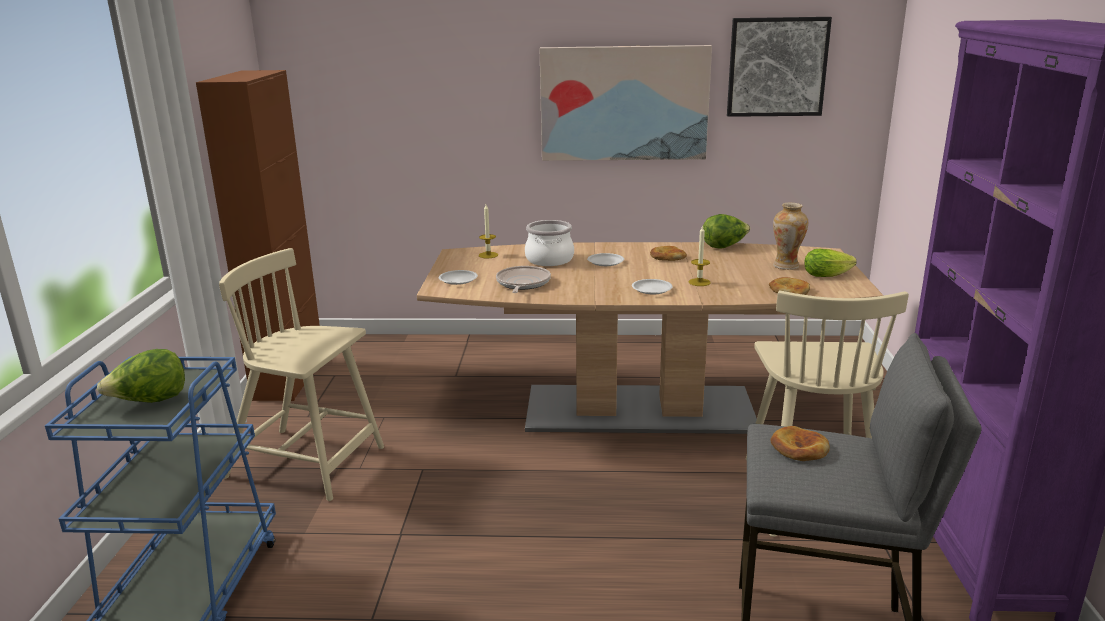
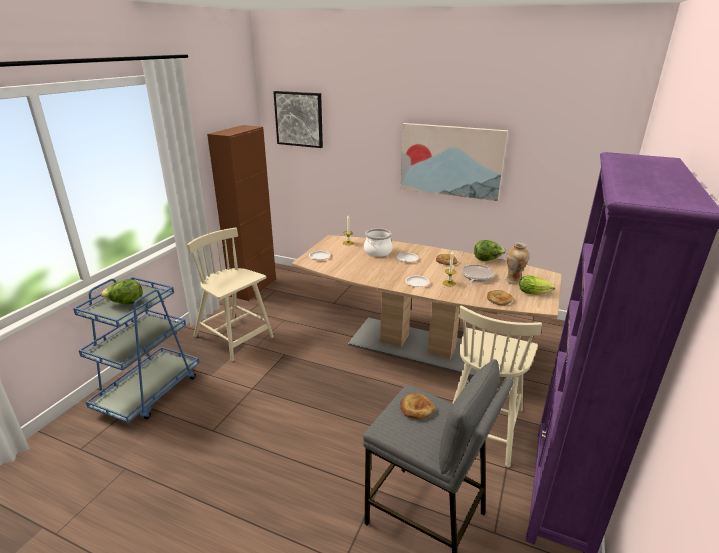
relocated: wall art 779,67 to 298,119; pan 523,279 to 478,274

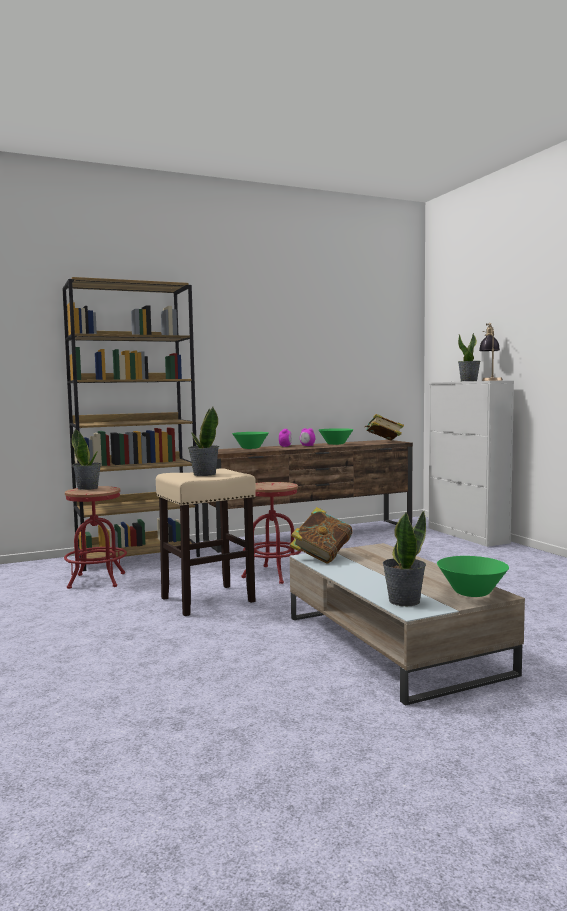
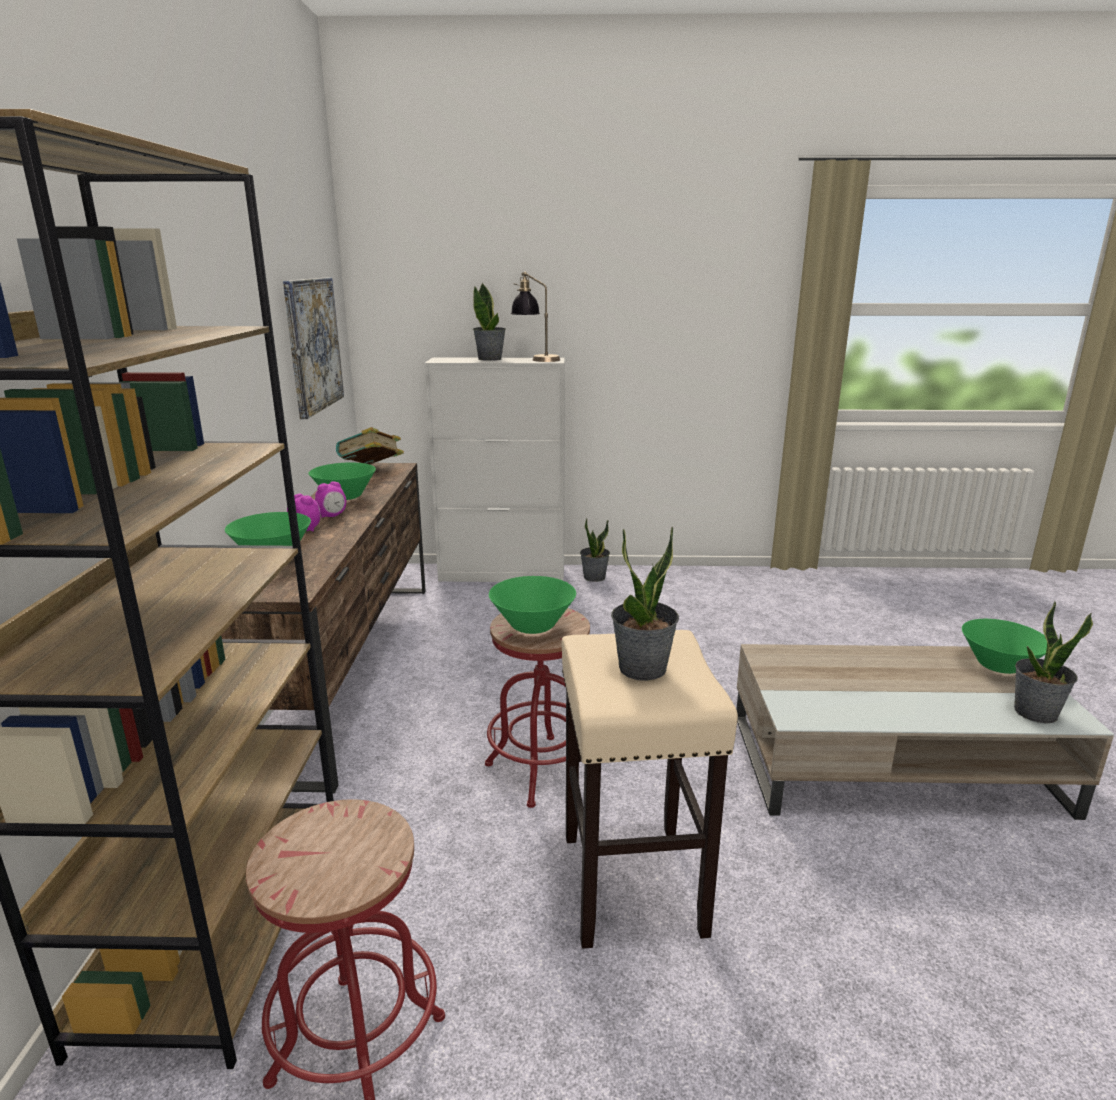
missing: bound book 321,535
appeared: wall art 313,348; greenish bowl 532,605
relocated: plant in a pot 86,459 to 595,550

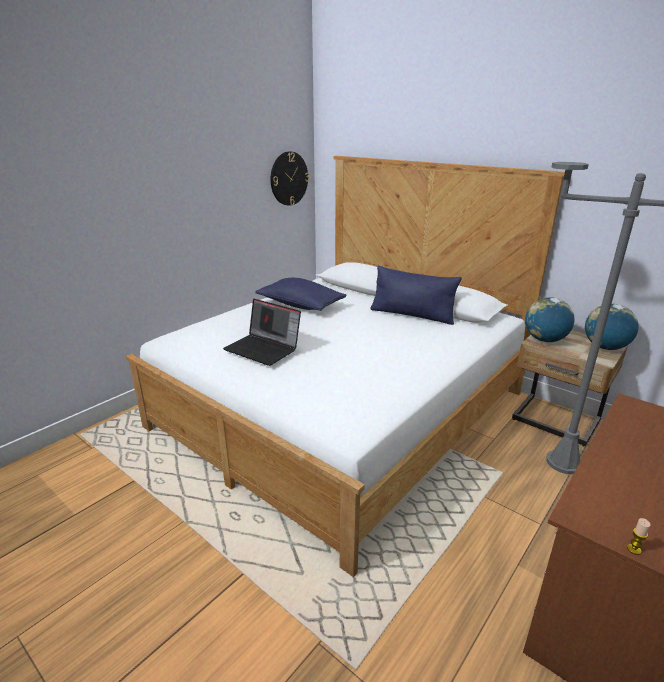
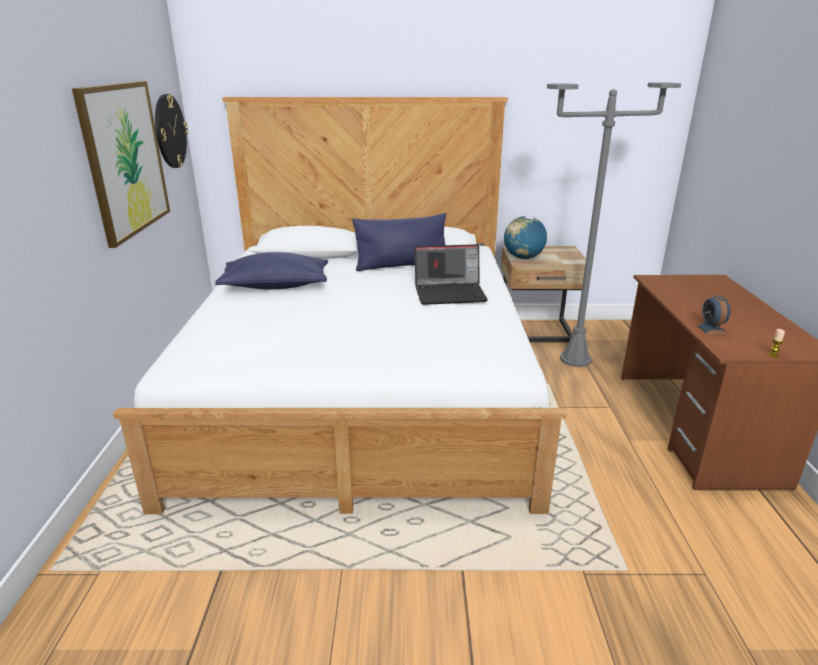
missing: world globe 612,327
appeared: wall art 121,164; bedside clock 713,315
relocated: notebook computer 262,332 to 451,274

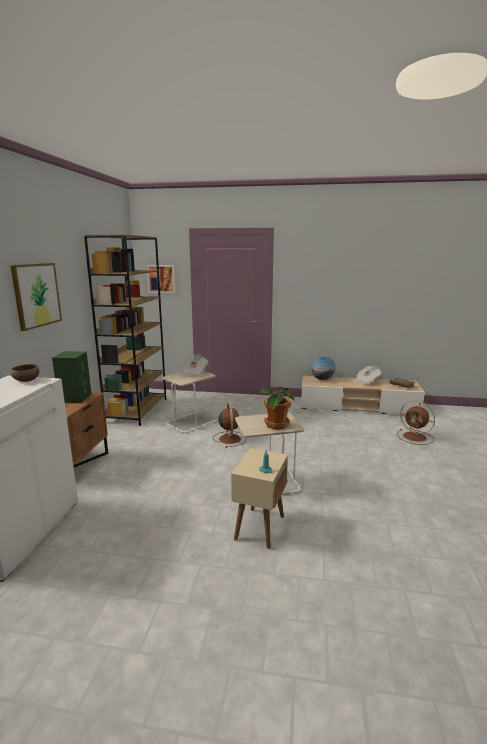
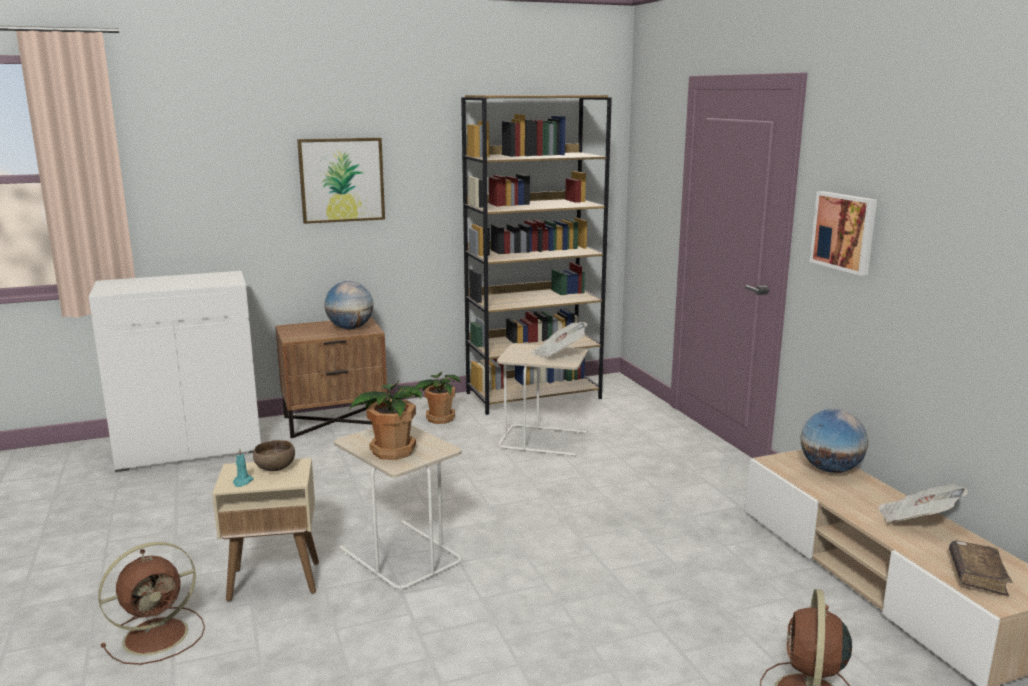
appeared: plant in a pot 438,398
relocated: wall art 161,279 to 843,233; brown-coloured bowl 25,373 to 274,455; brown-coloured electric fan 229,425 to 151,603
exchanged: greenish audio speaker 71,377 to world globe 349,305

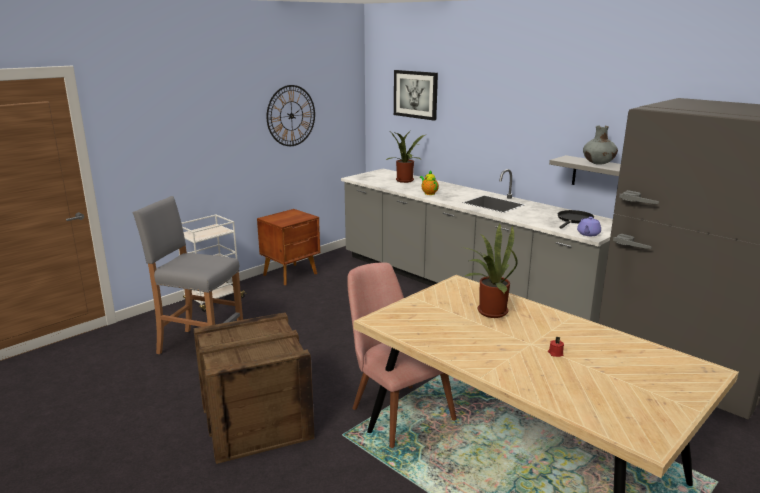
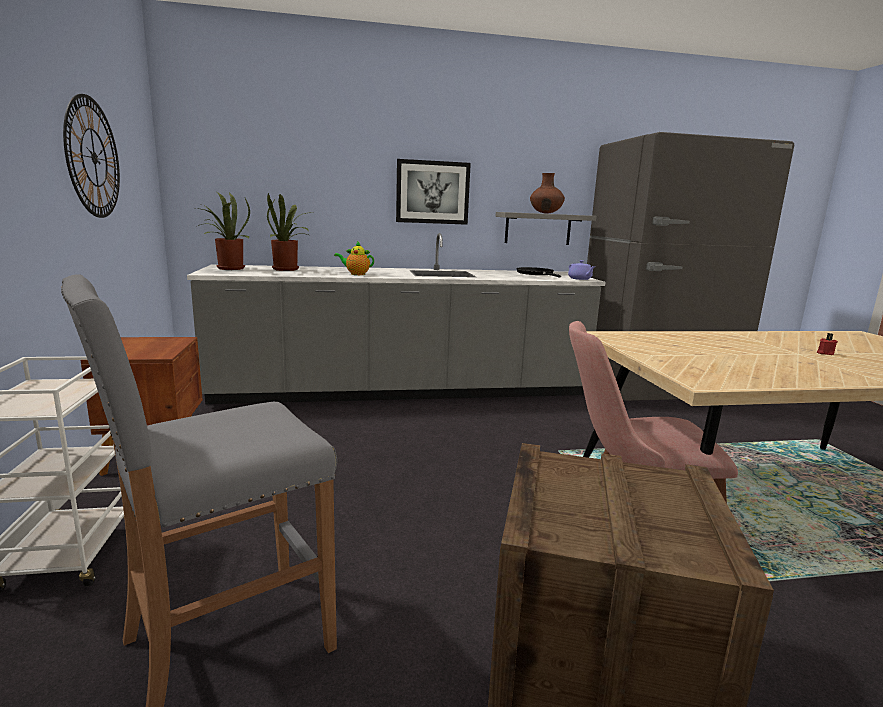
relocated: wall art 416,95 to 433,192; plant in a pot 490,271 to 223,231
colour: grey flower vase 600,145 to brown-coloured flower vase 547,193

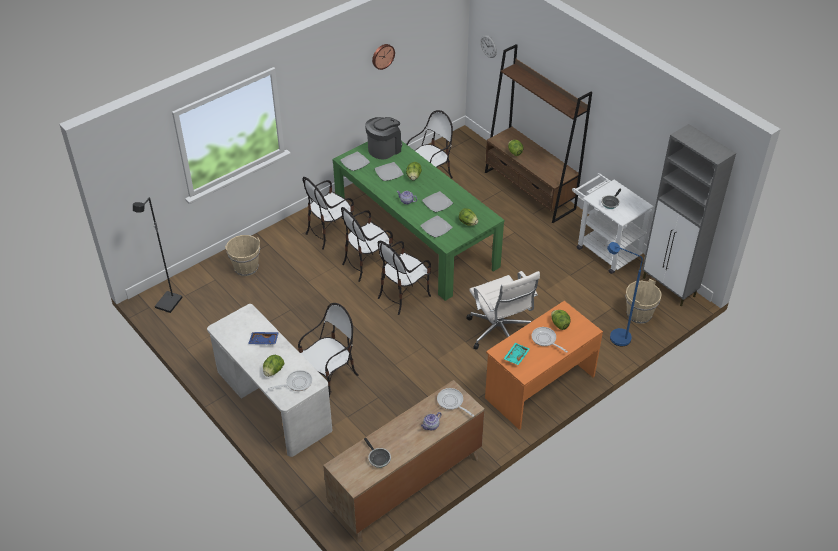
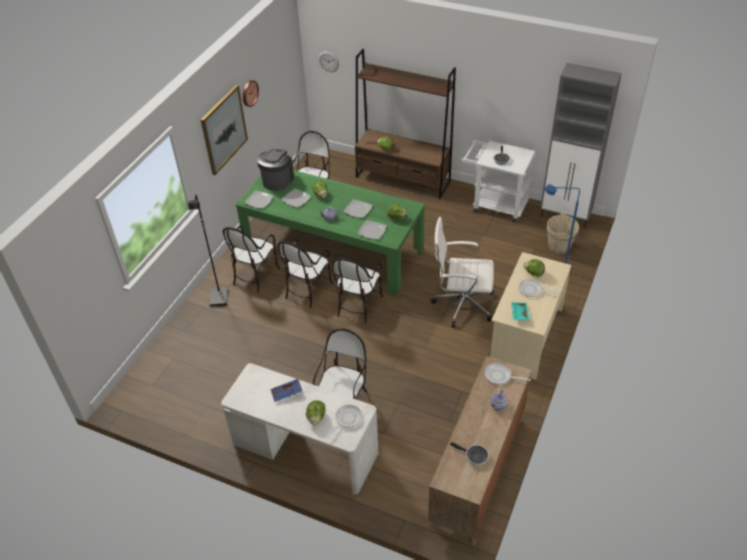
missing: sand-coloured bucket 242,255
appeared: wall art 224,130
relocated: black-coloured floor lamp 158,255 to 208,251
colour: orangey desk 544,365 to sand-coloured desk 530,316
spun: white-coloured computer chair 503,310 = 462,272 150 degrees clockwise

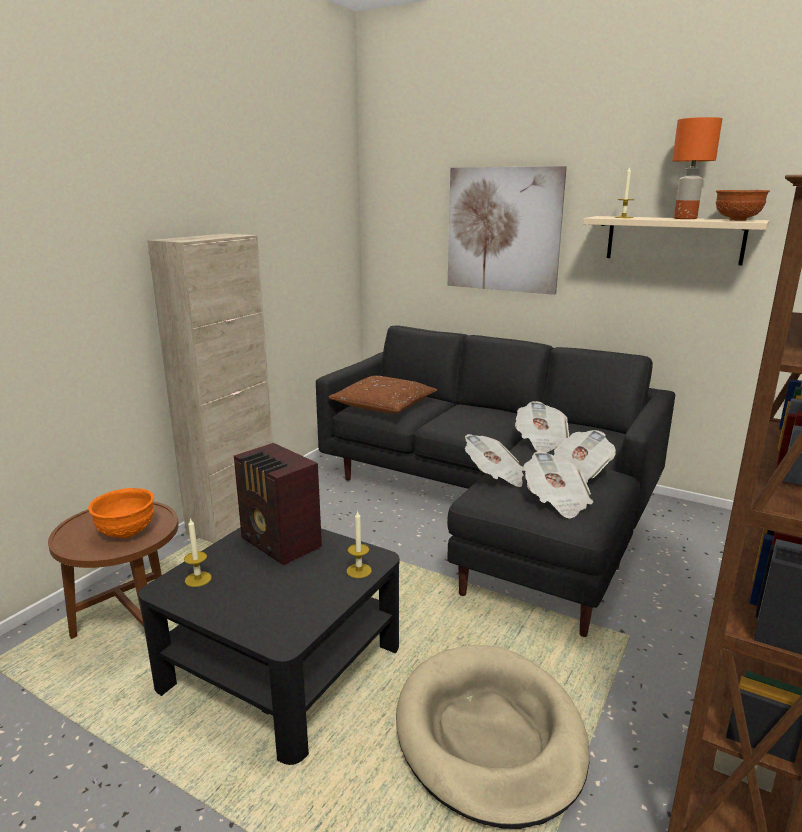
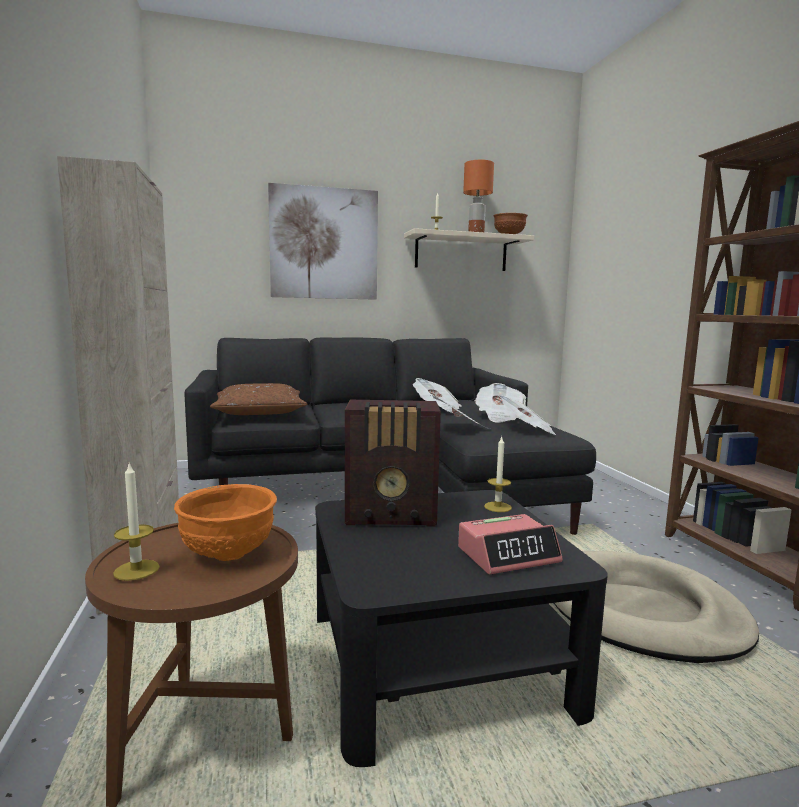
appeared: bedside clock 510,544
relocated: wax light 198,552 to 136,522

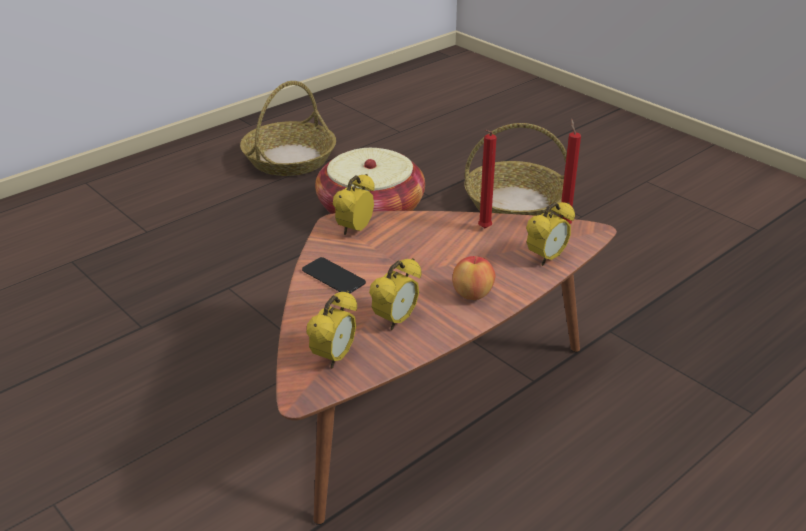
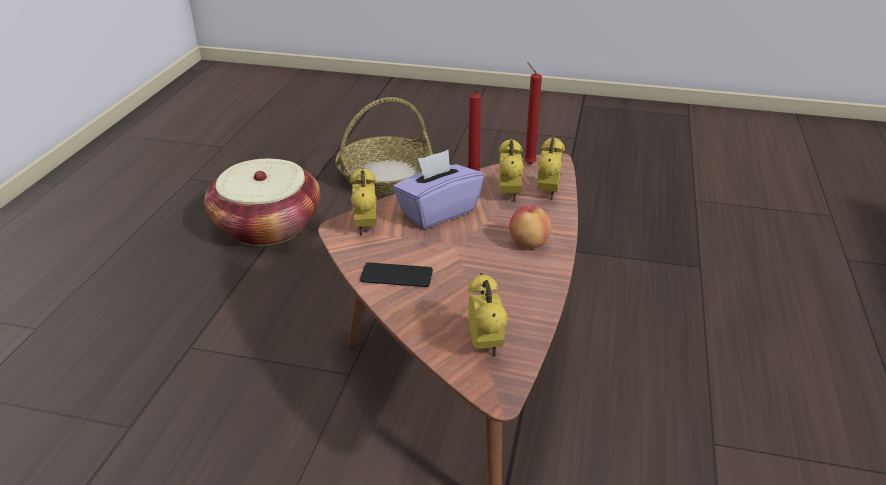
missing: storage basket 288,128
appeared: purple-coloured tissue box 438,189
relocated: bedside clock 395,294 to 511,170

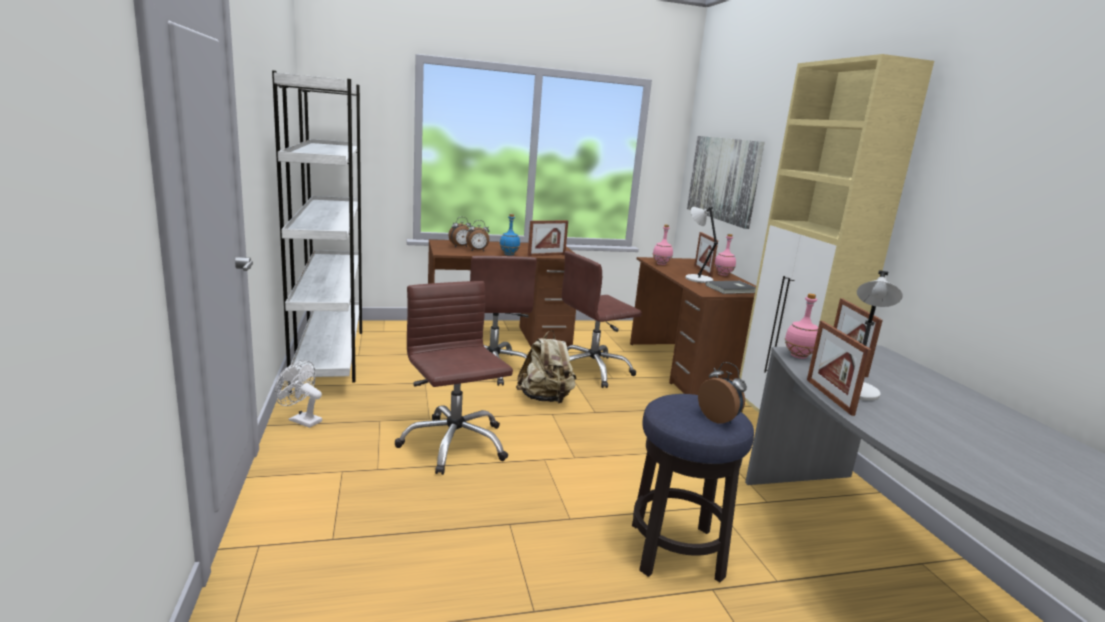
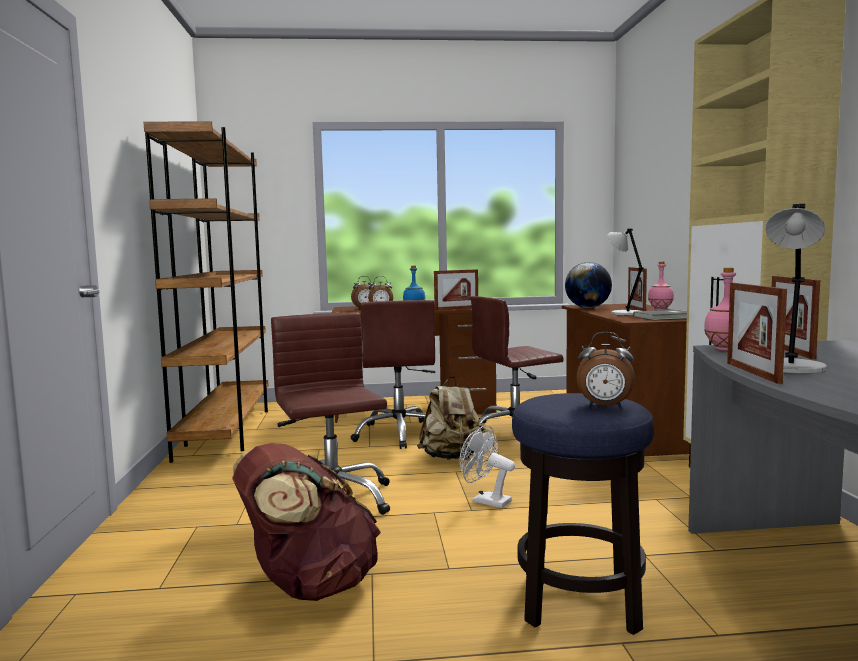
missing: wall art 726,182
appeared: brown-coloured knapsack 306,522
relocated: white-coloured electric fan 298,394 to 487,466
exchanged: pinkish beverage bottle 663,244 to world globe 588,285
colour: white-coloured bookcase 317,232 to brown-coloured bookcase 206,292
spun: bedside clock 722,393 = 606,370 135 degrees clockwise

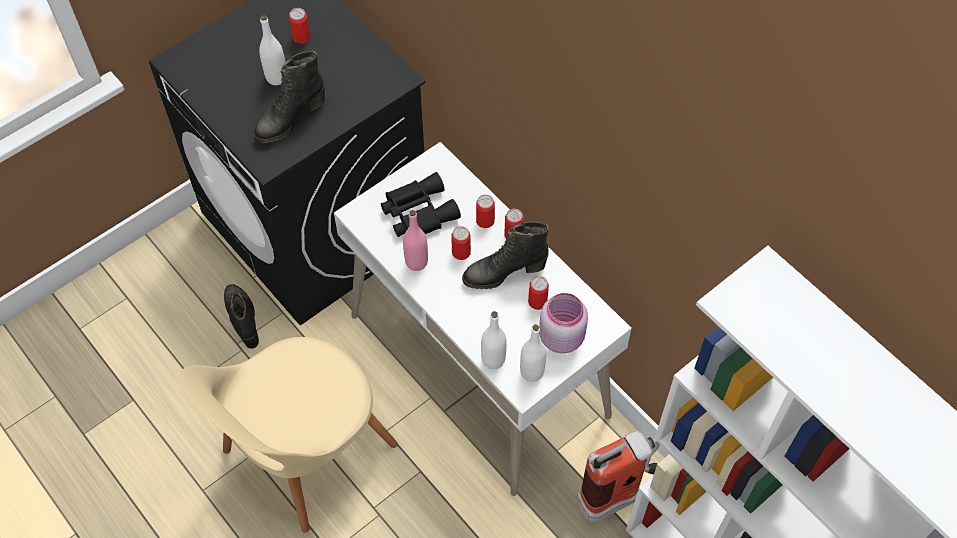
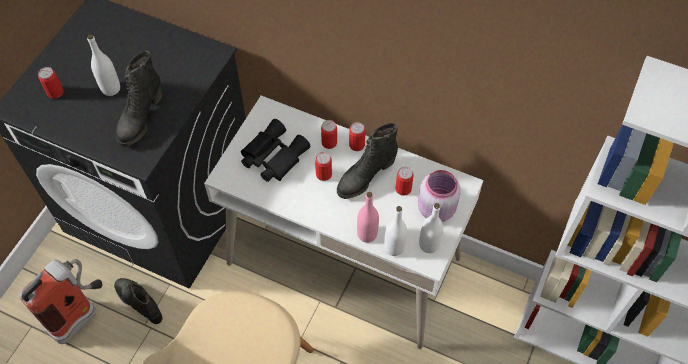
relocated: sealed can 300,26 to 51,83; pinkish beverage bottle 415,240 to 368,217; fire extinguisher 618,476 to 60,301

